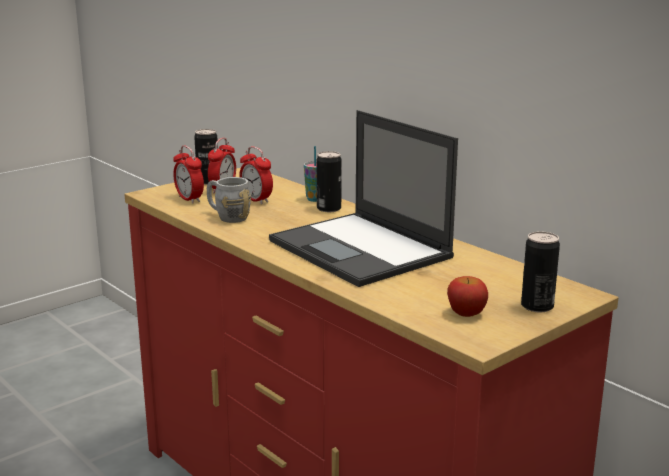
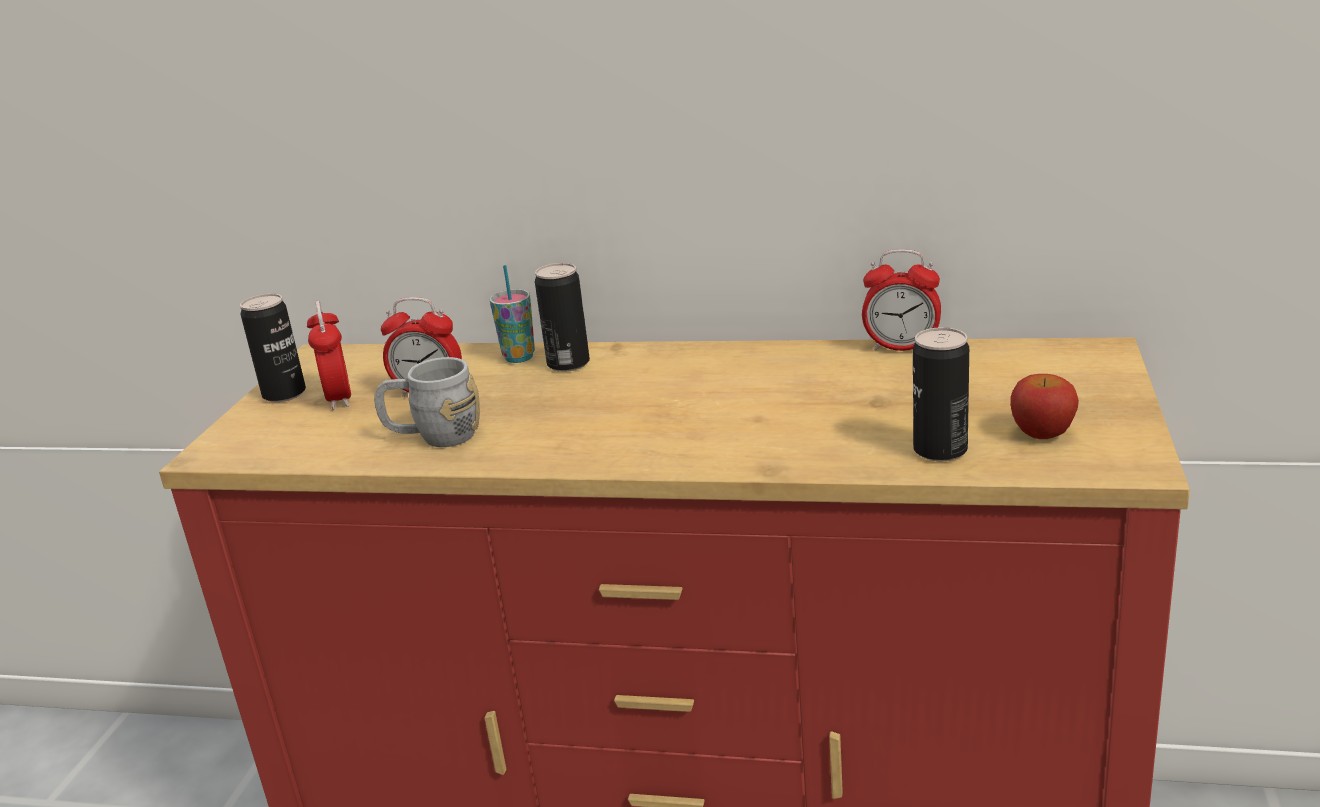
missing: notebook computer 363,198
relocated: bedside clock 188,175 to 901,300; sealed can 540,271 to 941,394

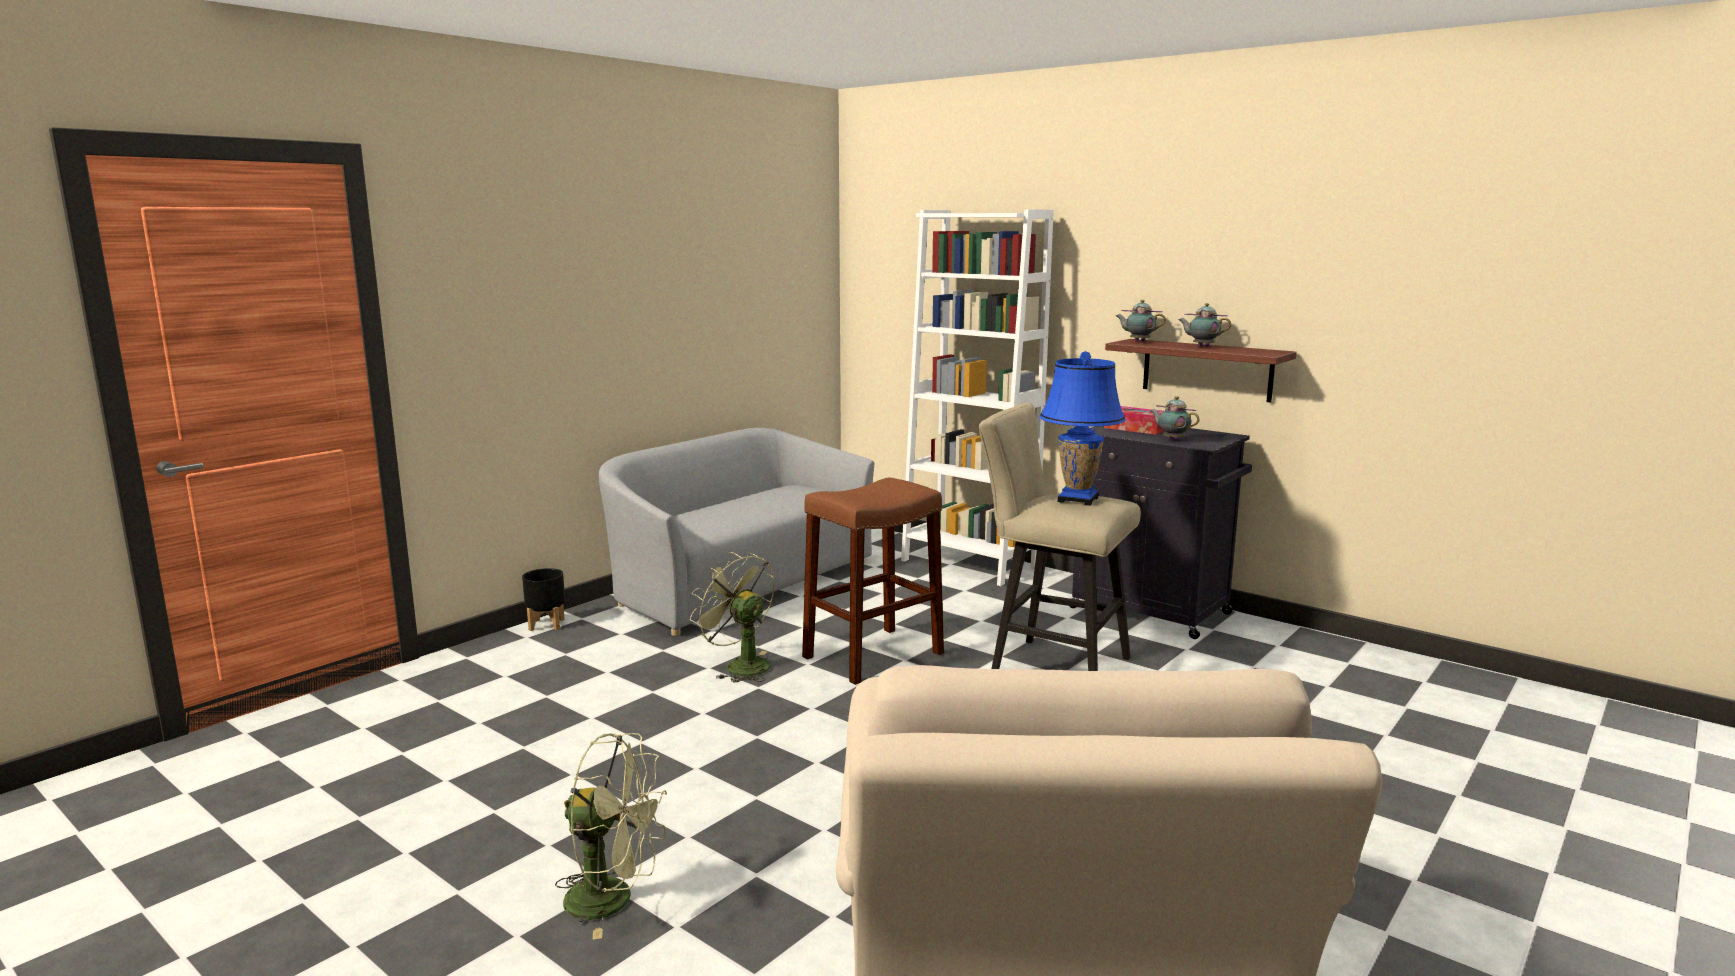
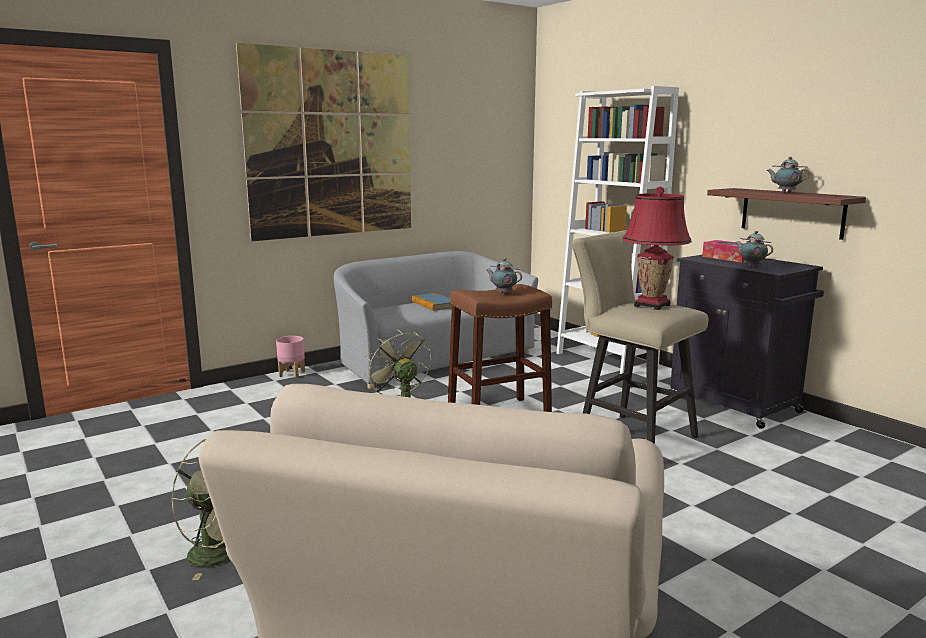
appeared: wall art 323,142; bound book 432,302
relocated: teapot 1141,321 to 504,276
colour: blue table lamp 1083,428 to red-coloured table lamp 657,248; black-coloured planter 543,599 to pinkish planter 290,357

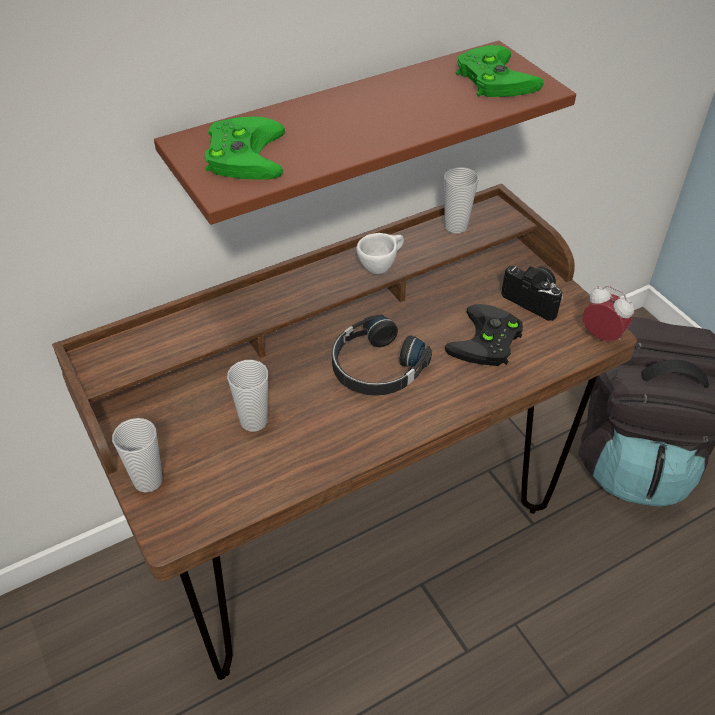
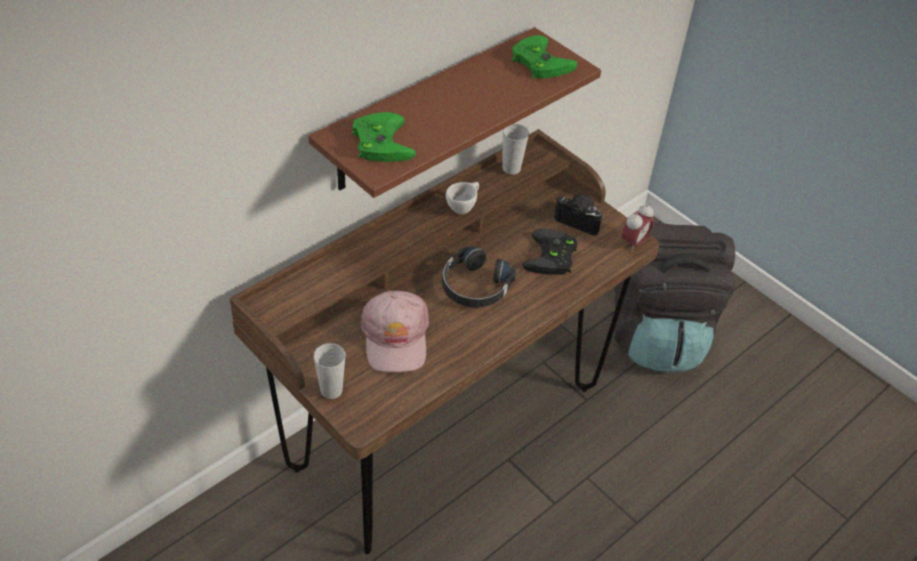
exchanged: small cup 247,396 to pinkish cap 394,331
spun: bedside clock 609,313 = 638,228 105 degrees clockwise

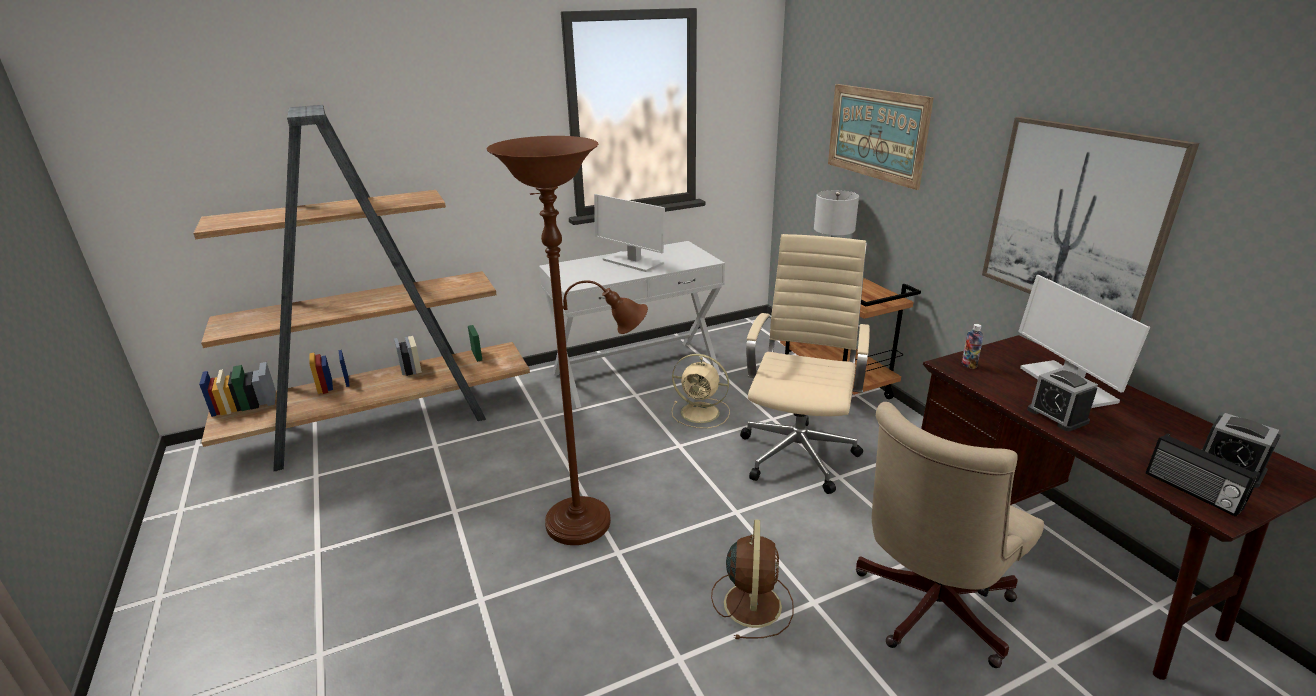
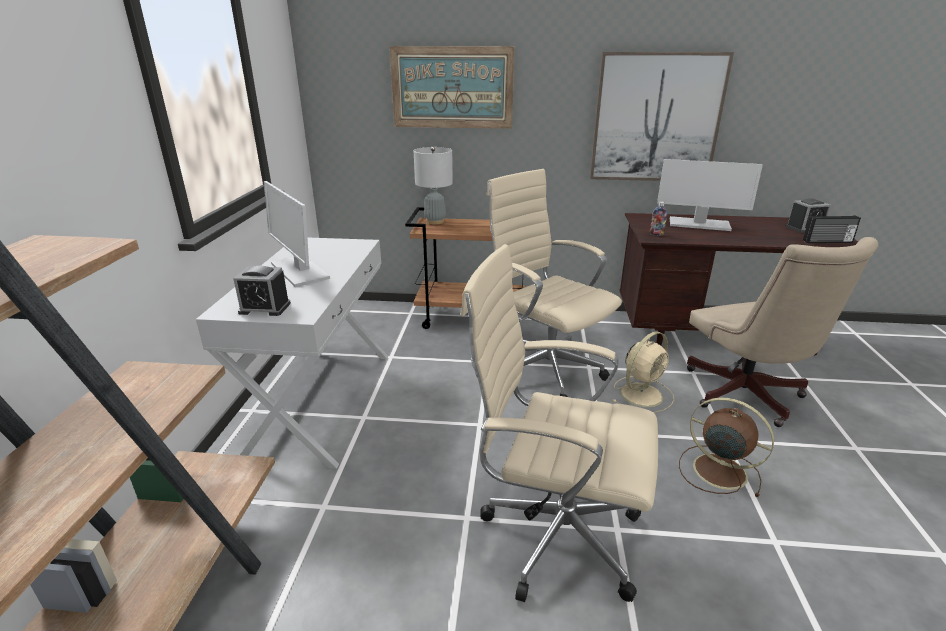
relocated: sand-coloured electric fan 701,391 to 643,372; bedside clock 1062,399 to 262,291
exchanged: brown-coloured floor lamp 567,340 to sand-coloured computer chair 559,423
spun: computer display 629,233 = 297,234 75 degrees clockwise

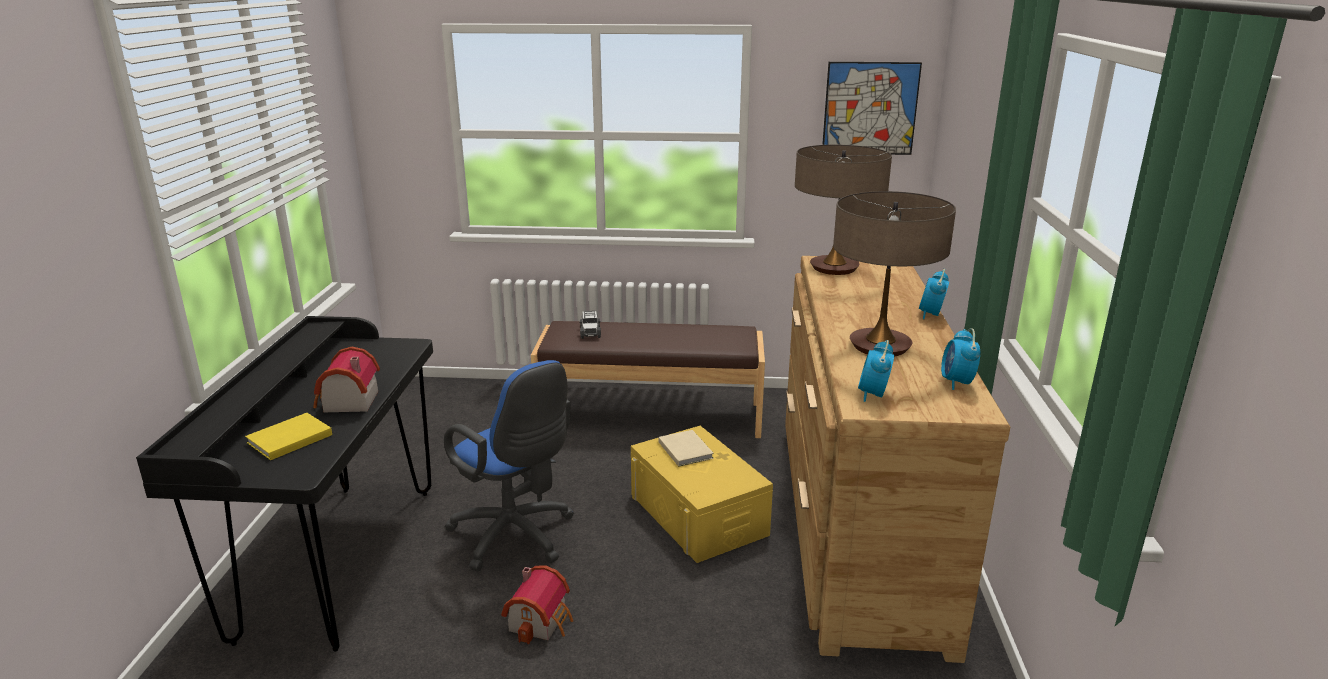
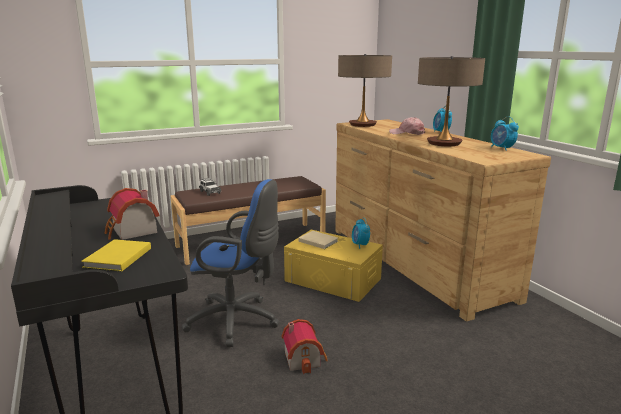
missing: wall art 872,108
appeared: pinkish cap 407,126
relocated: bedside clock 876,371 to 361,233

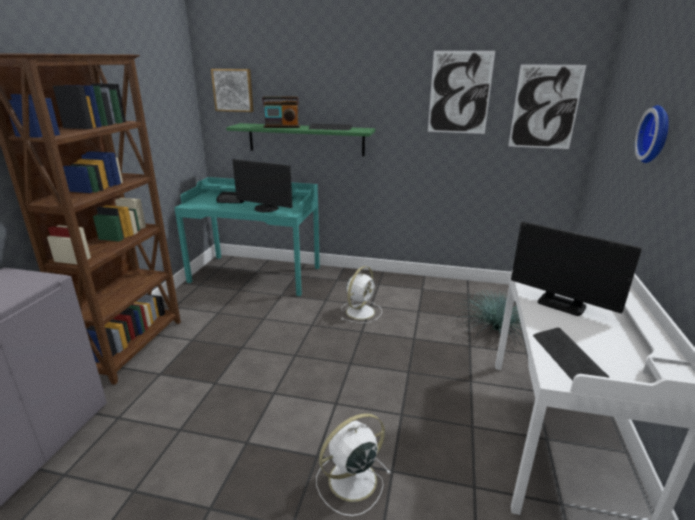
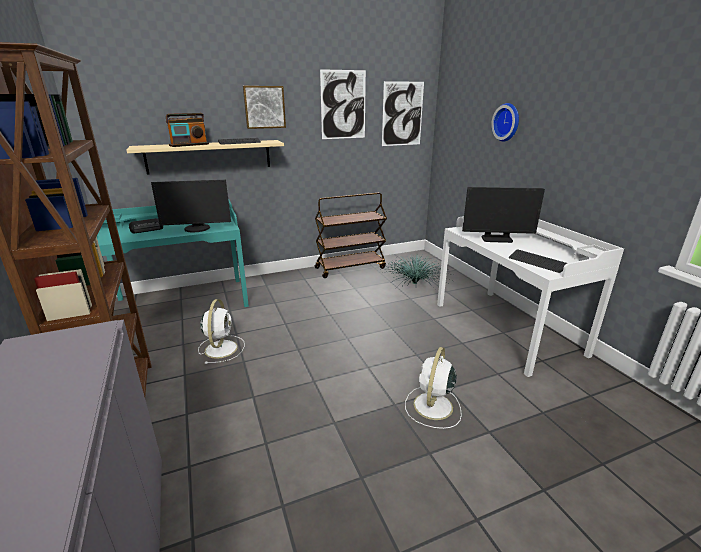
appeared: brown-coloured wheeled cart 351,235
relocated: wall art 232,90 to 264,107; white-coloured electric fan 361,294 to 221,331
colour: greenish shelf 300,139 to sand-coloured shelf 205,157

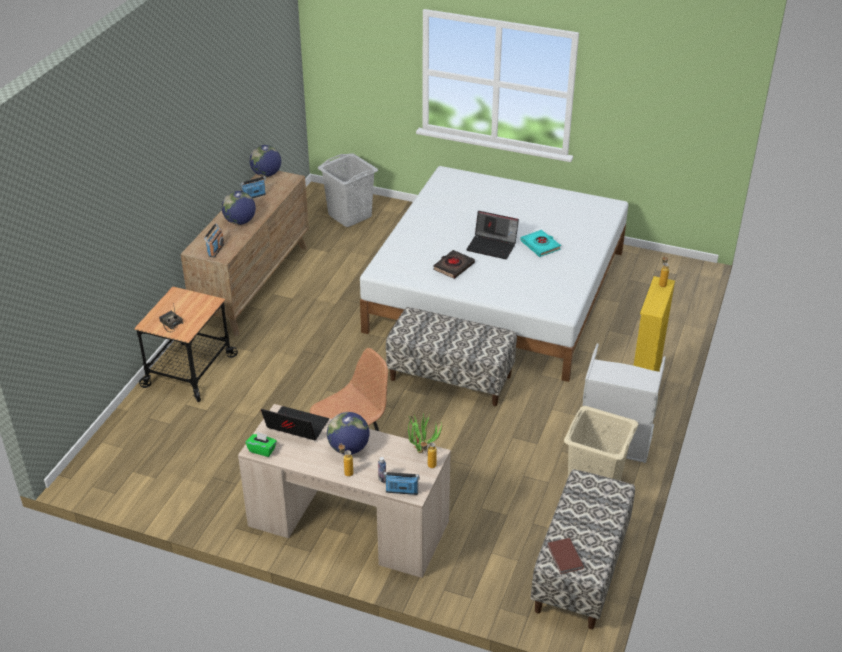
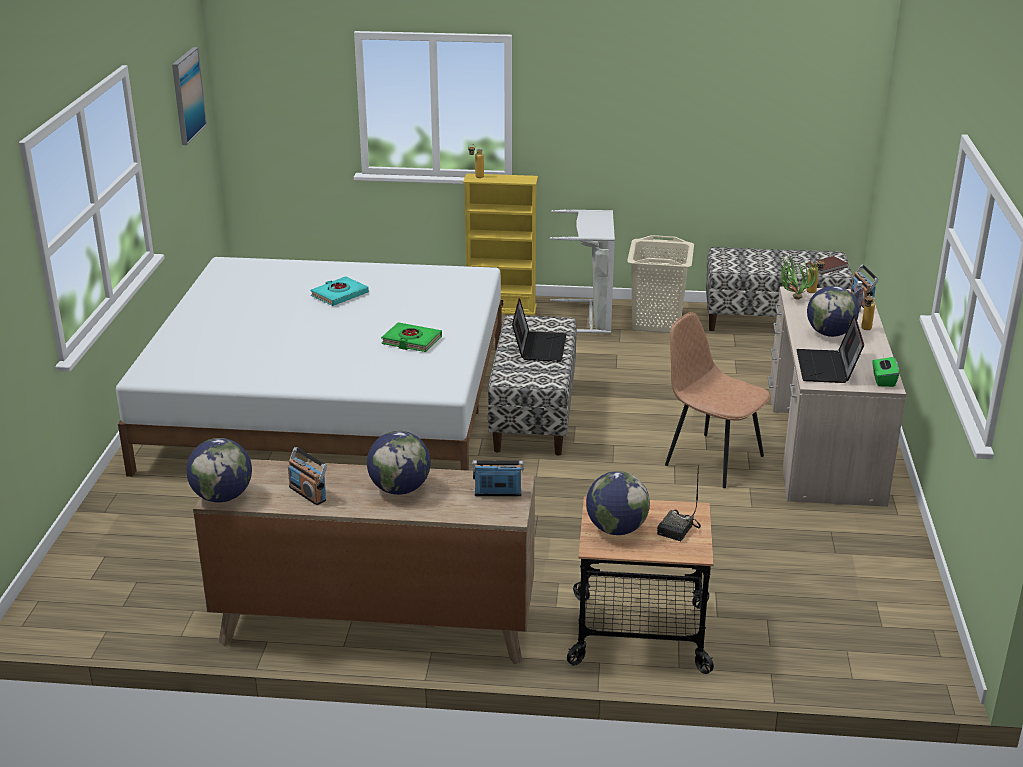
missing: grey washing basket 348,190
appeared: wall art 189,96; world globe 618,503
relocated: notebook computer 492,235 to 539,330
colour: black-coloured bound book 454,264 to greenish bound book 411,337

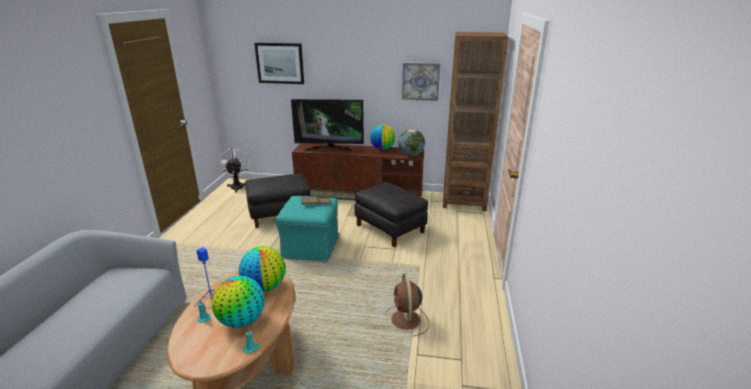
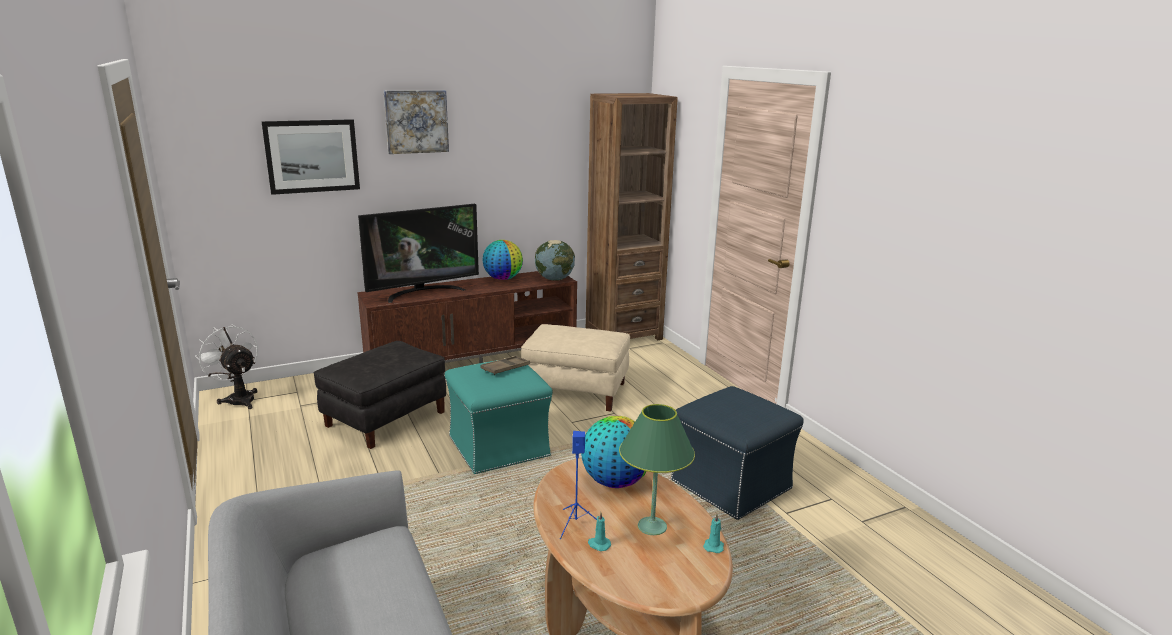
relocated: wall art 421,81 to 416,122
exchanged: brown-coloured electric fan 407,304 to blue ottoman 737,453; world globe 238,302 to greenish table lamp 657,469
colour: black-coloured ottoman 391,214 to sand-coloured ottoman 575,368

